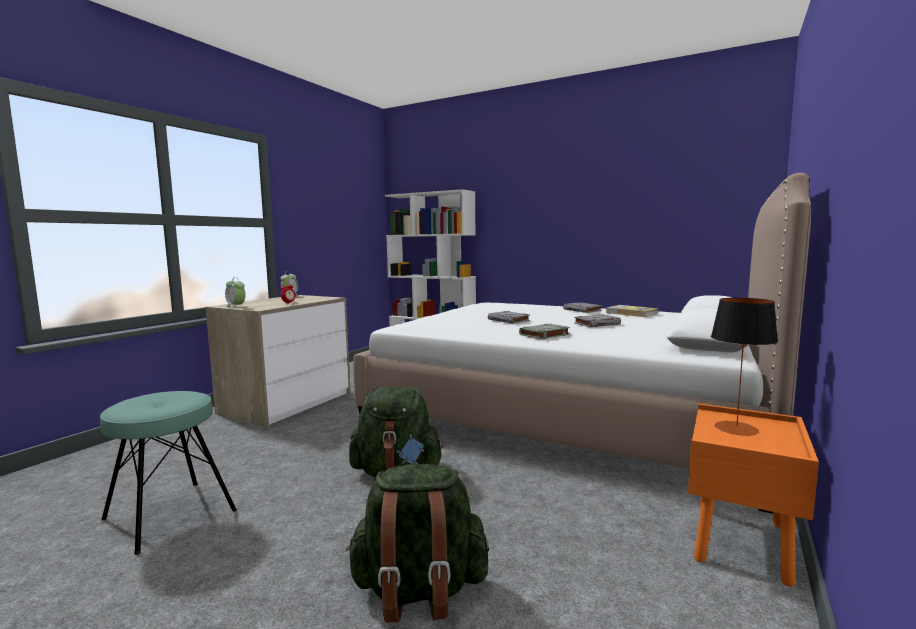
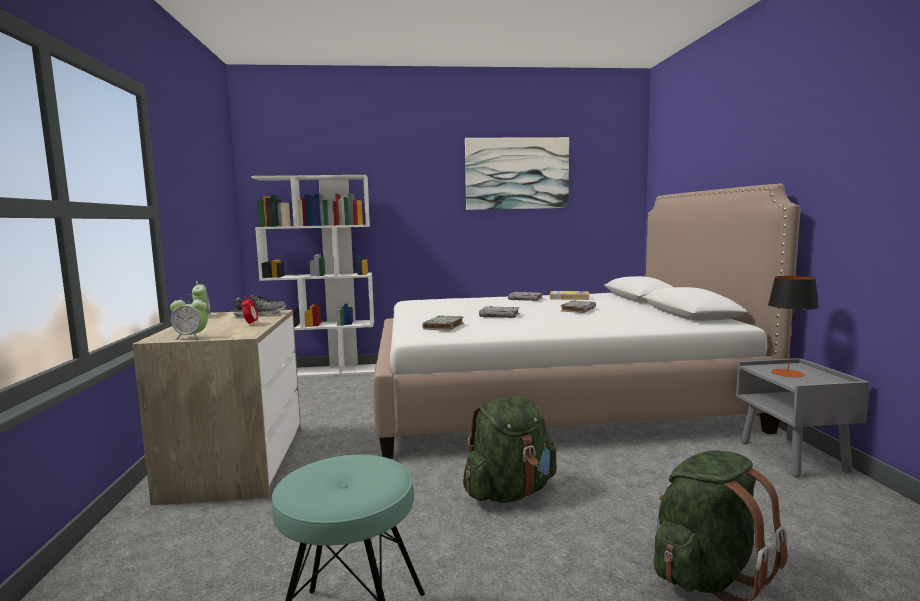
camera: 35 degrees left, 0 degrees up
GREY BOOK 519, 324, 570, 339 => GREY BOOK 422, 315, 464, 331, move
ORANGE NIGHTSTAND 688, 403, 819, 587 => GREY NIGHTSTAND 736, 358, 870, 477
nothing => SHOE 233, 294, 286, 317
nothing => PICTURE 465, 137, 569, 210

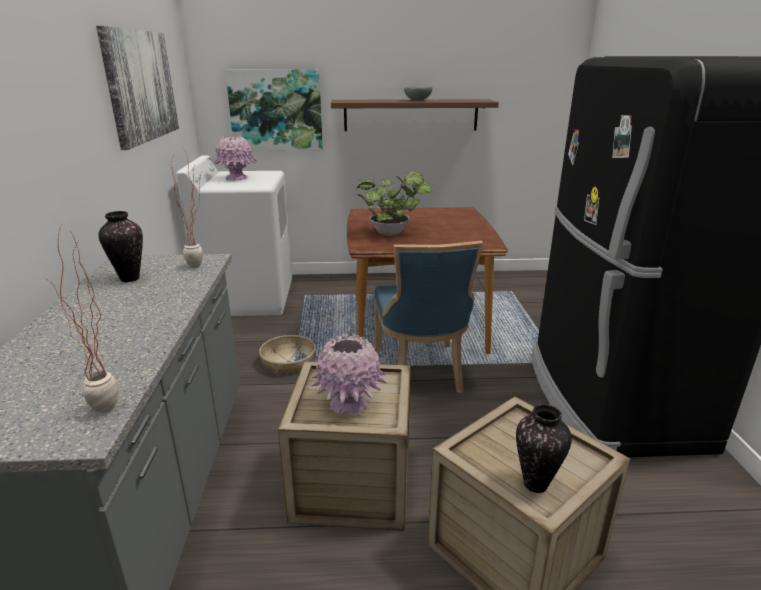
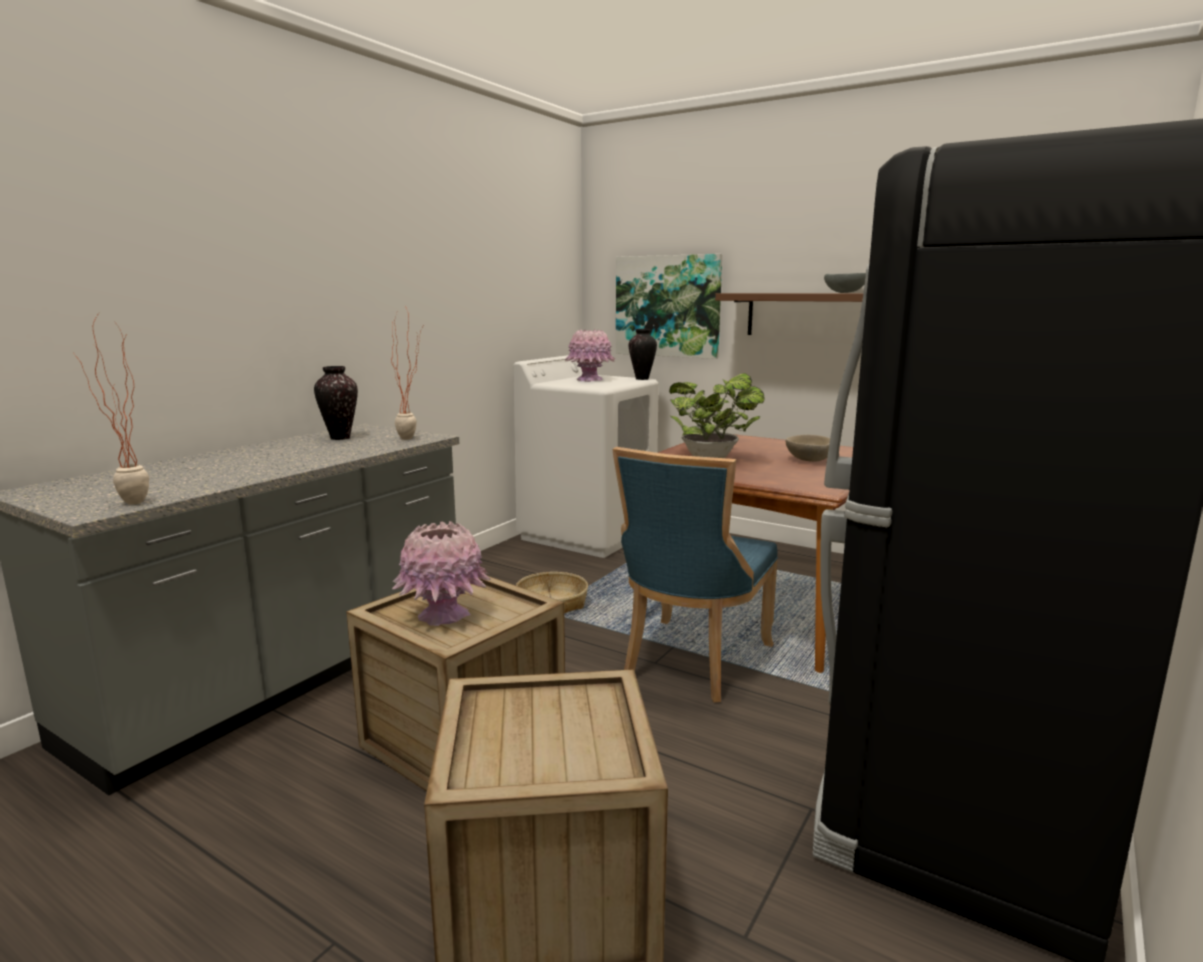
camera: 35 degrees right, 10 degrees down
PICTURE 96, 26, 179, 150 => nothing
VASE 516, 404, 572, 493 => VASE 629, 329, 657, 380, move
nothing => BEIGE BOWL 786, 435, 830, 462

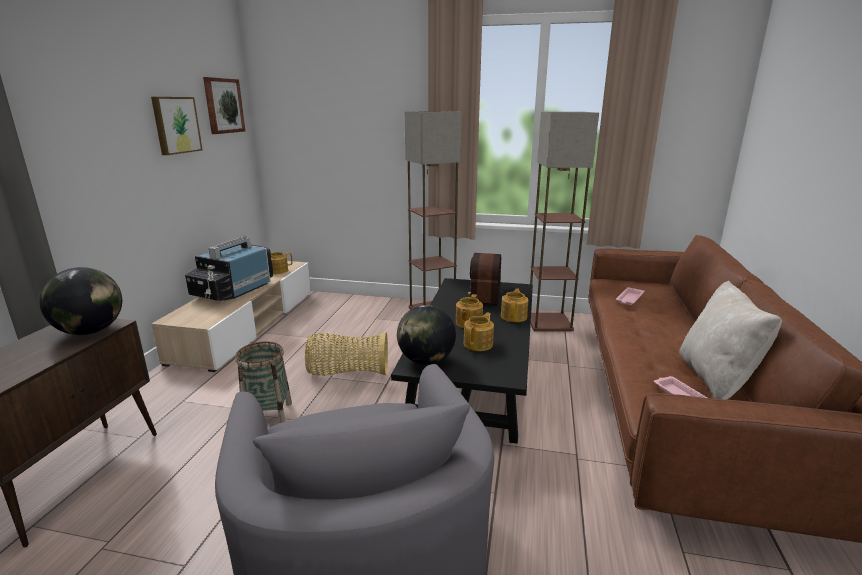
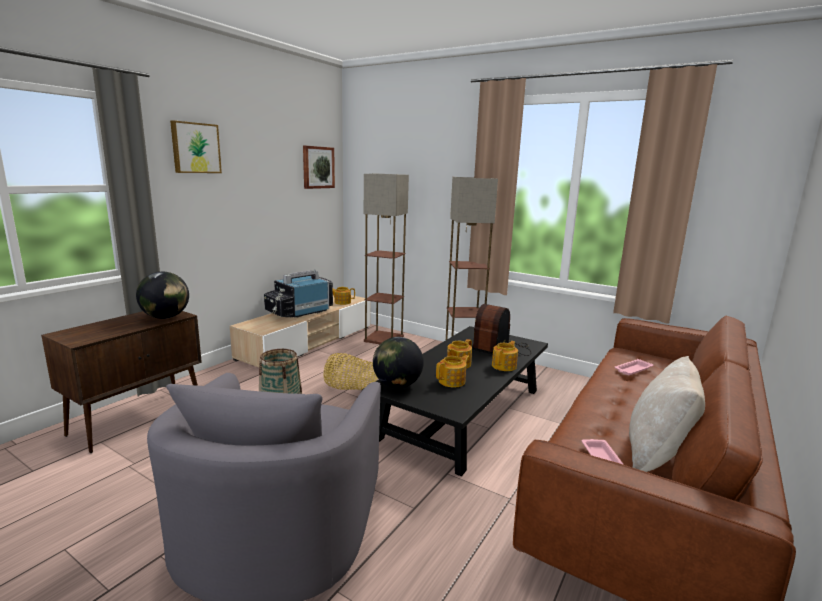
camera: 20 degrees right, 5 degrees down
PICTURE 151, 97, 203, 155 => PICTURE 170, 120, 222, 173, move
FLOOR LAMP 530, 112, 599, 332 => FLOOR LAMP 364, 174, 409, 344, move

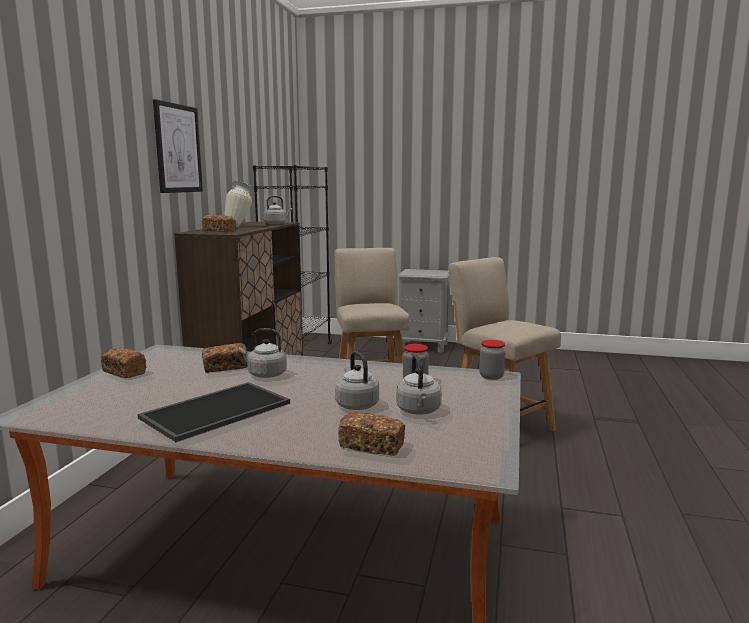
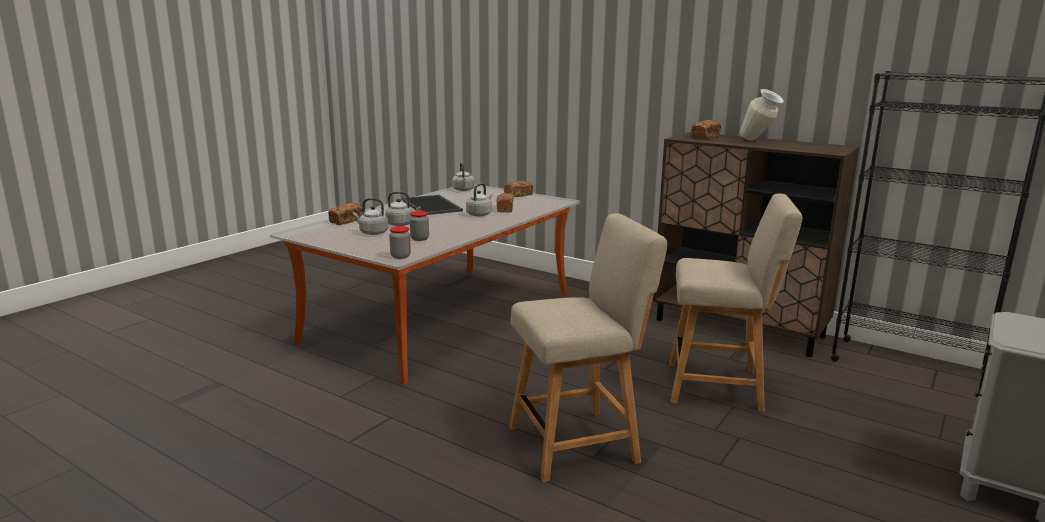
camera: 110 degrees right, 5 degrees up
PICTURE 153, 99, 203, 193 => nothing
GREY KETTLE 263, 196, 292, 225 => GREY KETTLE 452, 162, 475, 191, move

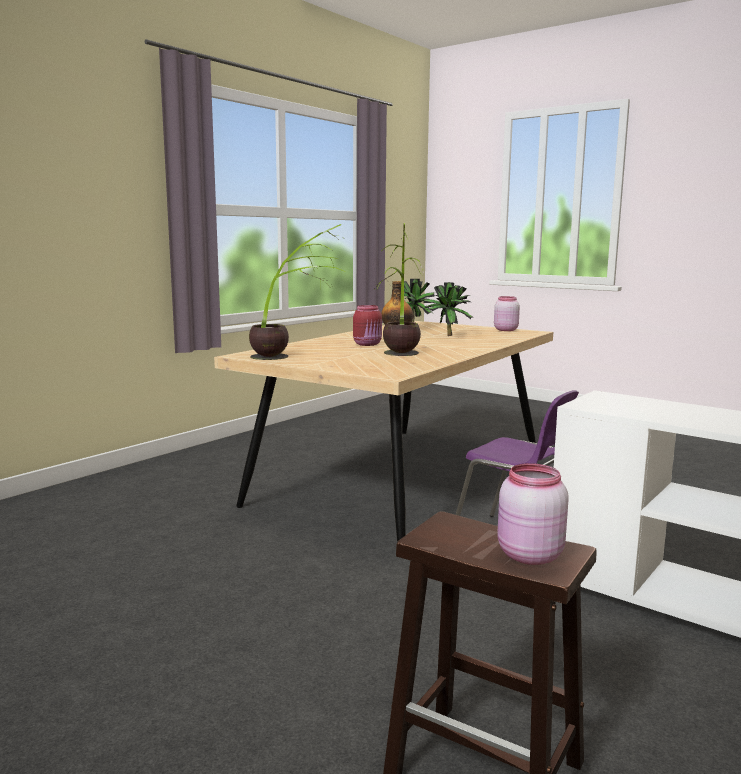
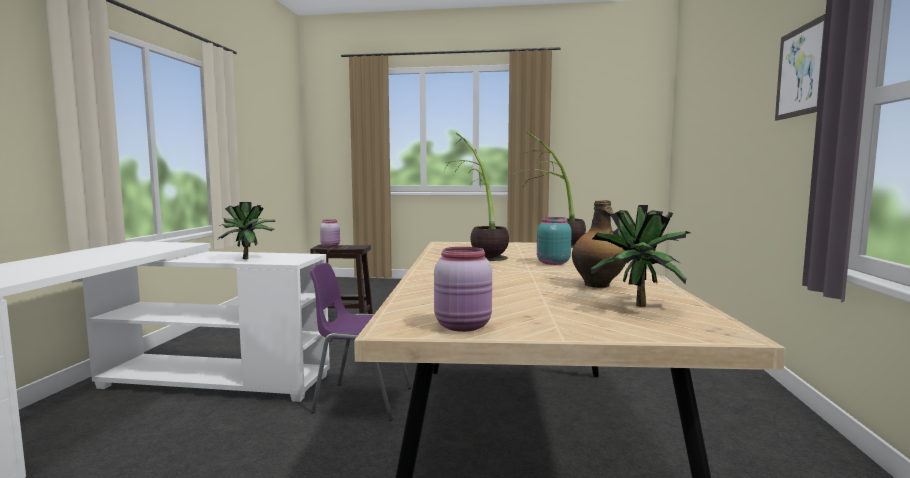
camera: 150 degrees right, 5 degrees down
RED JAR 353, 305, 382, 346 => TURQUOISE JAR 537, 217, 572, 265
POTTED PLANT 424, 282, 472, 336 => POTTED PLANT 218, 202, 276, 259, move
nothing => PICTURE 775, 14, 825, 121

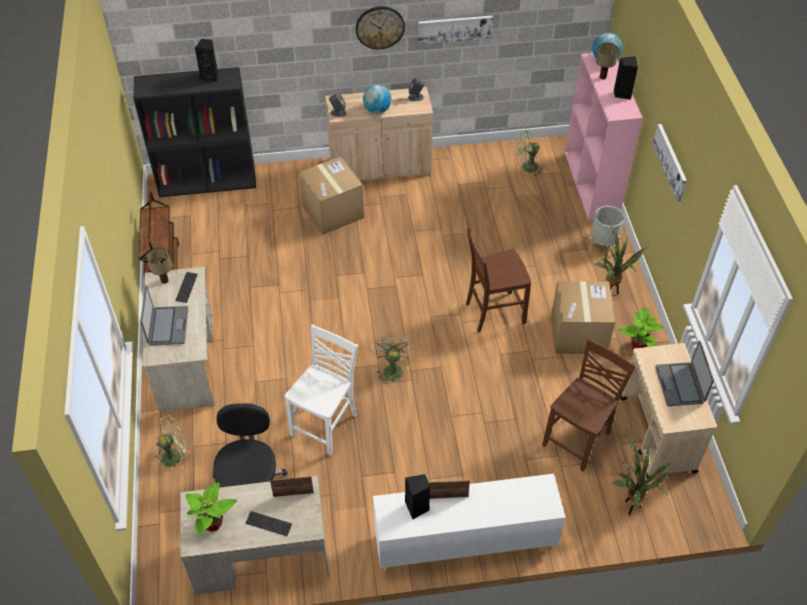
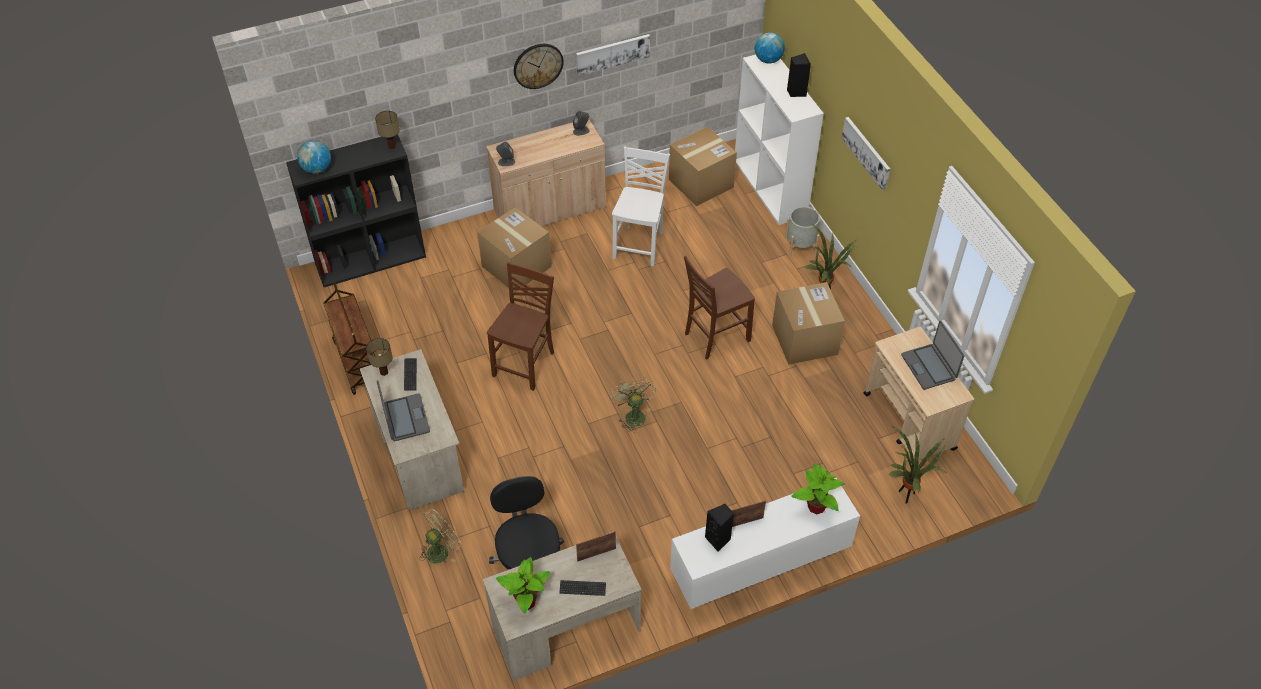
camera: 15 degrees left, 0 degrees up
BLACK SPEAKER 195, 39, 218, 82 => nothing
WHITE CHAIR 285, 324, 358, 456 => WHITE CHAIR 612, 147, 670, 267, move
GLOBE 363, 84, 392, 114 => GLOBE 297, 140, 331, 174, move
GREEN FAN 514, 130, 543, 176 => CARDBOARD BOX 669, 127, 737, 206
BROWN CHAIR 542, 338, 636, 471 => BROWN CHAIR 487, 262, 554, 391, move
PINK BOOKCASE 565, 53, 643, 221 => WHITE BOOKCASE 735, 54, 824, 225
TABLE LAMP 596, 43, 619, 79 => TABLE LAMP 375, 111, 400, 149, move
POTTED PLANT 618, 308, 665, 349 => POTTED PLANT 791, 464, 845, 514, move

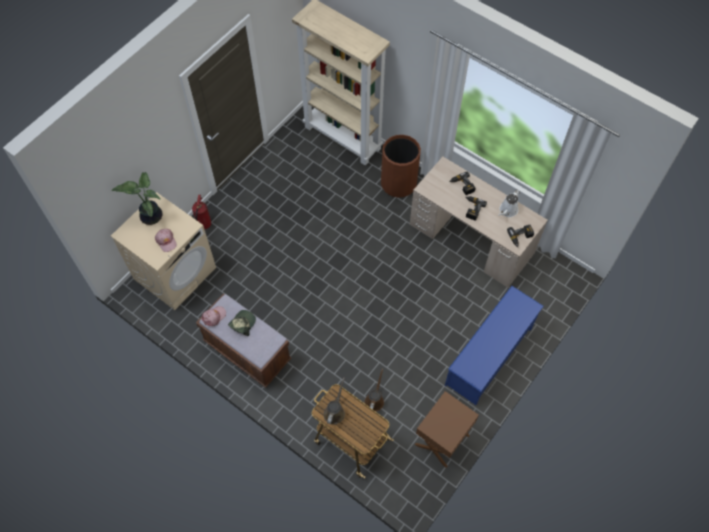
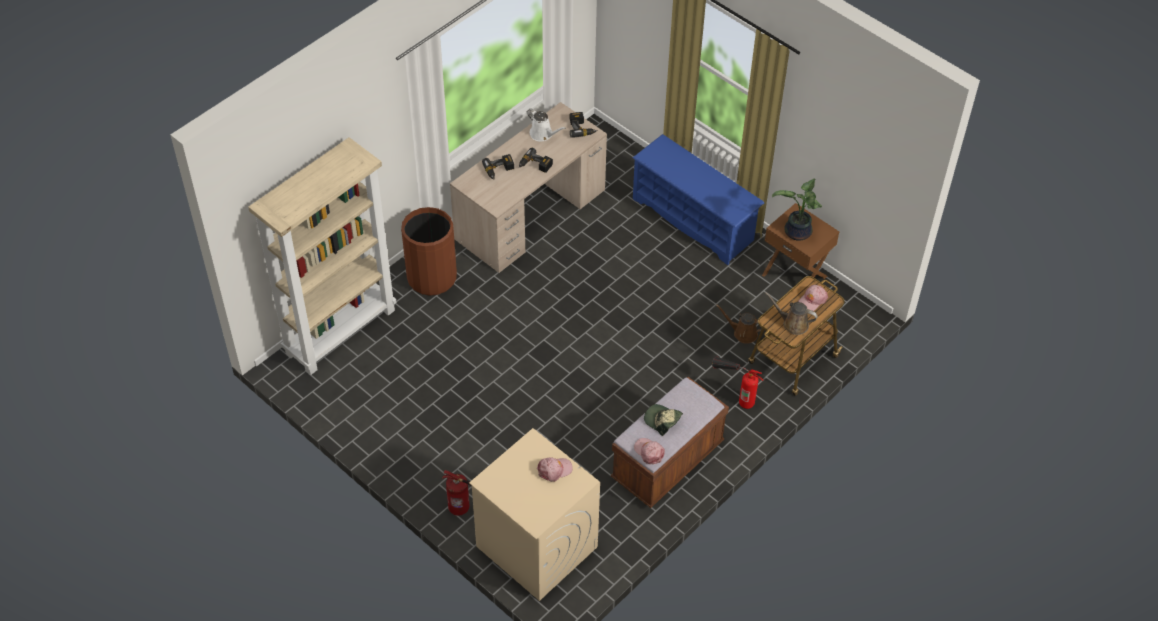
camera: 85 degrees left, 10 degrees down
POTTED PLANT 111, 172, 162, 225 => POTTED PLANT 772, 178, 822, 241, move
nothing => FIRE EXTINGUISHER 712, 356, 764, 409
nothing => PINK CAP 798, 285, 828, 311

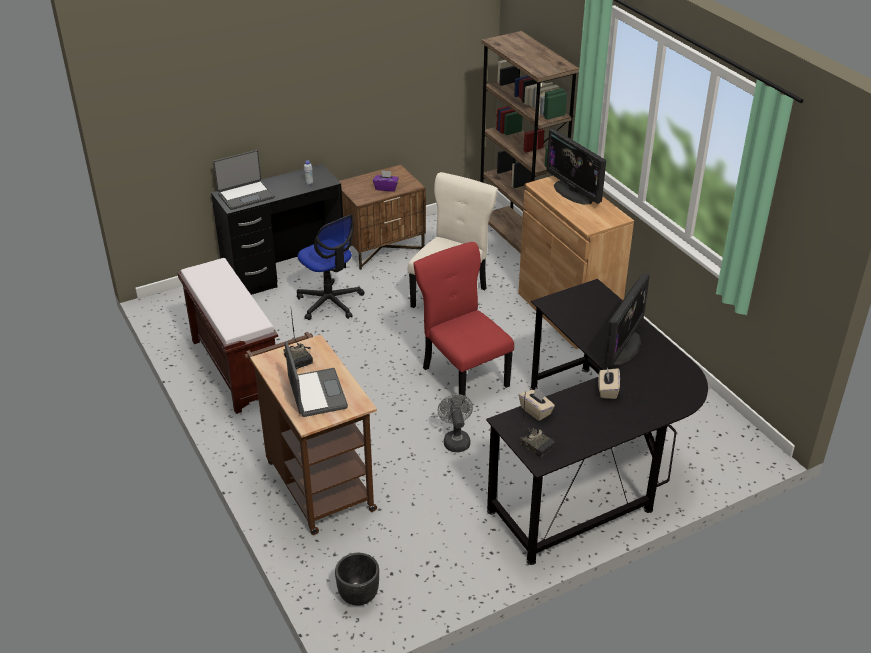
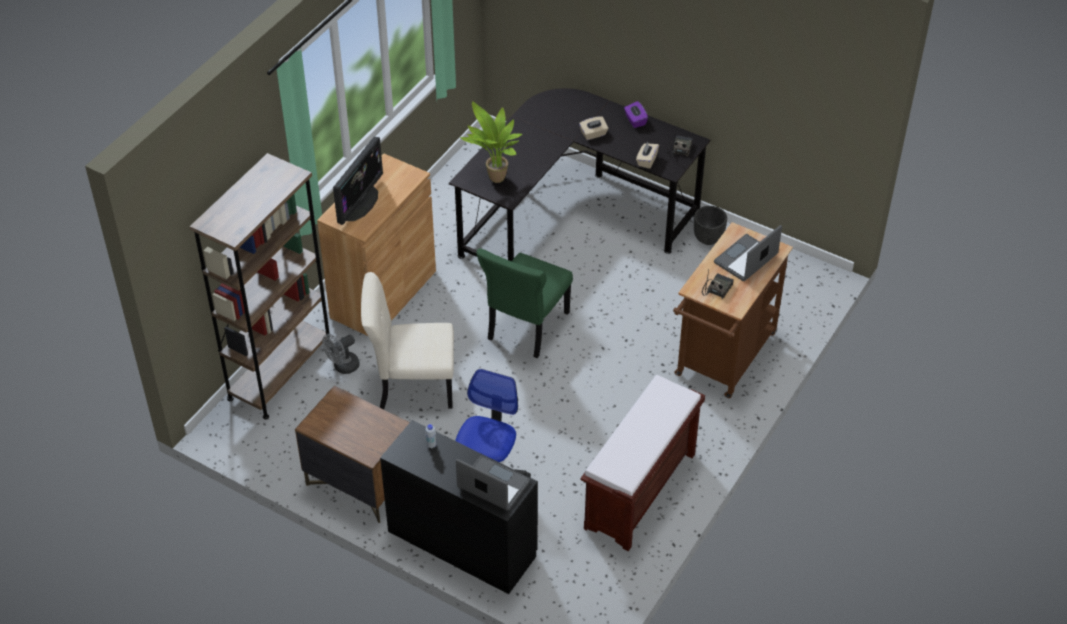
camera: 120 degrees left, 10 degrees up
BLACK PLANTER 335, 553, 379, 606 => BLACK PLANTER 694, 206, 727, 245, move
PURPLE TISSUE BOX 373, 170, 399, 192 => PURPLE TISSUE BOX 624, 101, 648, 128, move
RED CHAIR 413, 242, 514, 406 => GREEN CHAIR 476, 249, 573, 358
GREY FAN 438, 394, 473, 452 => GREY FAN 322, 334, 360, 374, move
MONITOR 604, 274, 650, 367 => nothing
nothing => POTTED PLANT 460, 101, 522, 183

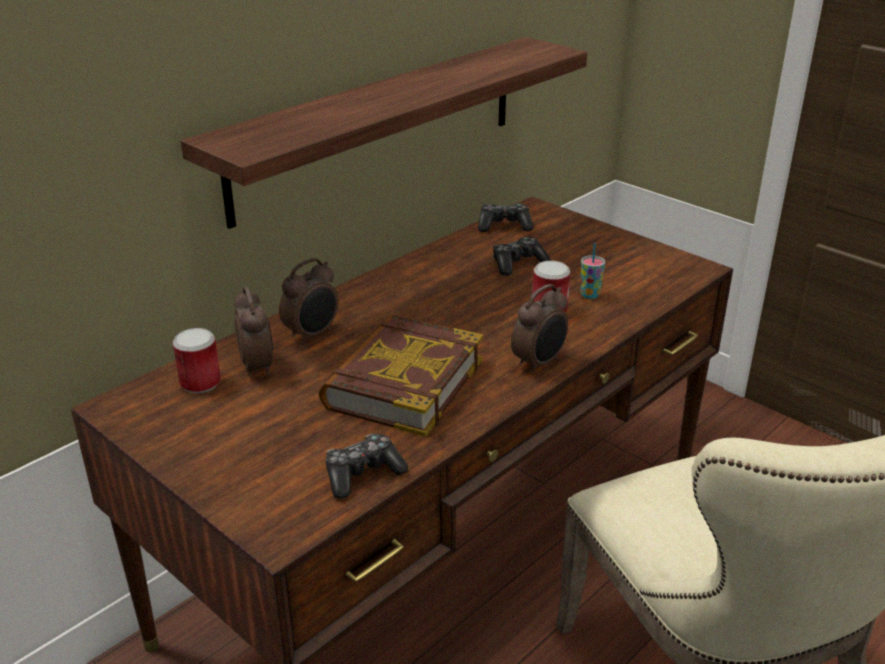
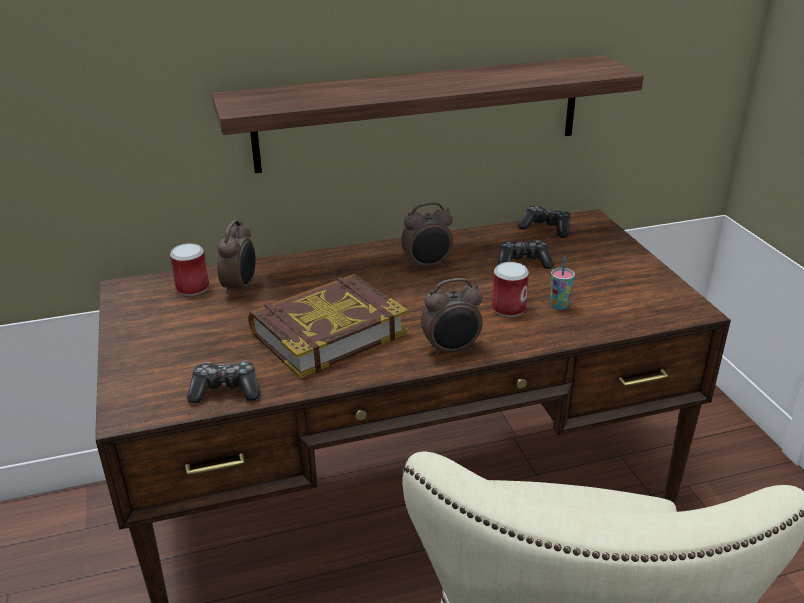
camera: 30 degrees right, 0 degrees up
ALARM CLOCK 279, 258, 339, 344 => ALARM CLOCK 401, 202, 453, 271, move

